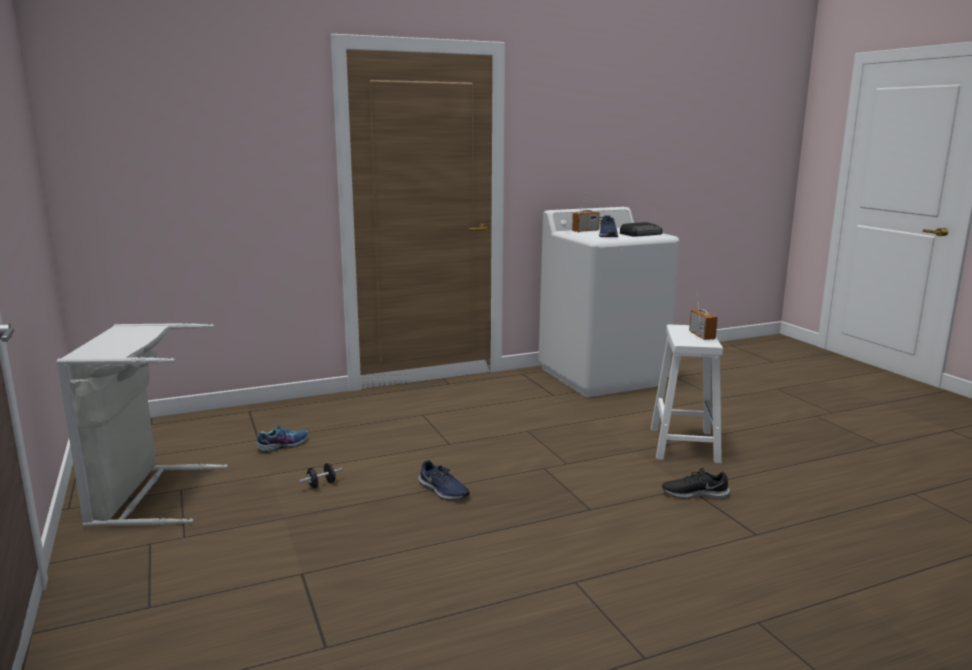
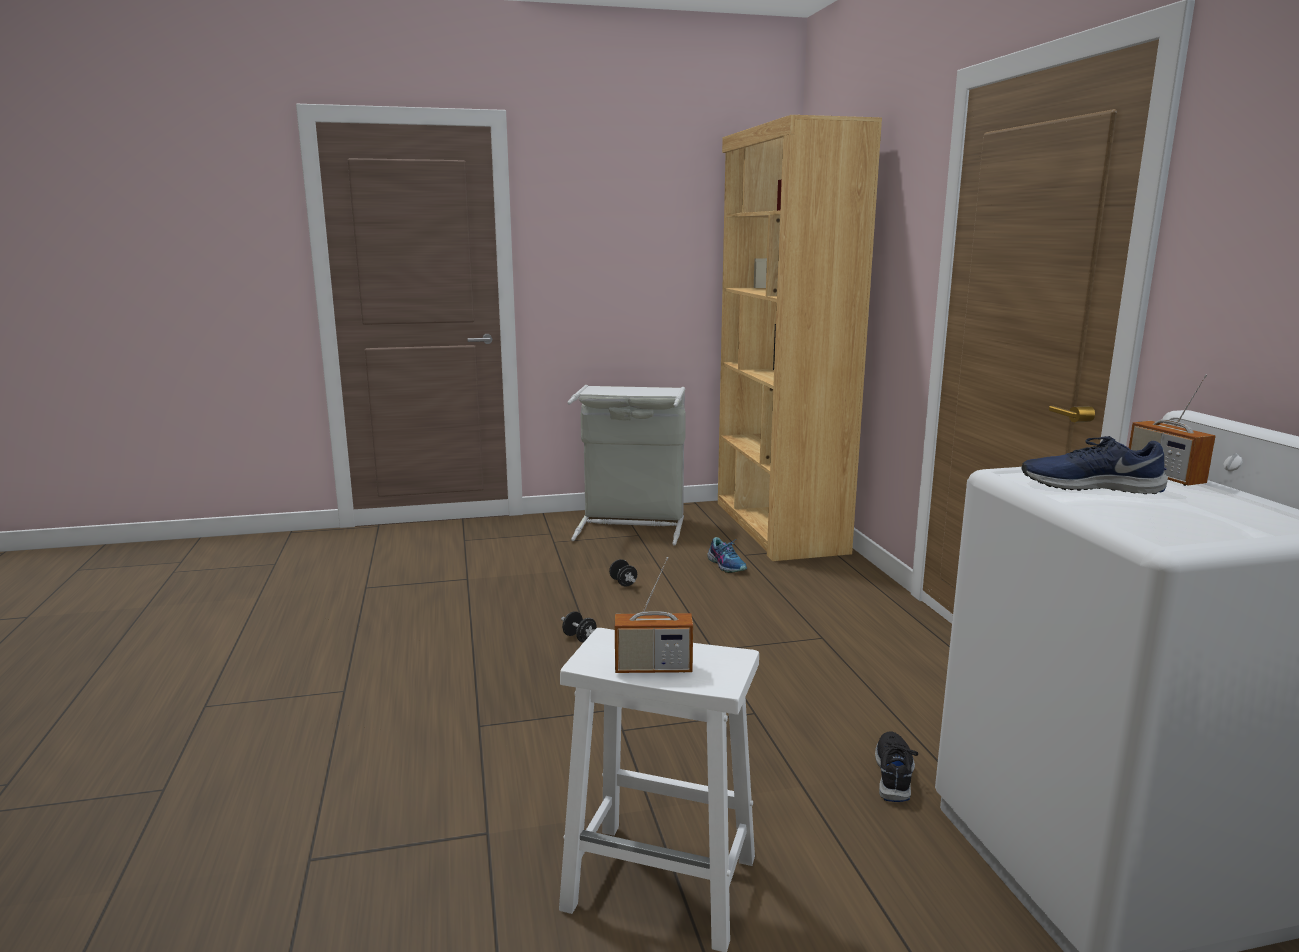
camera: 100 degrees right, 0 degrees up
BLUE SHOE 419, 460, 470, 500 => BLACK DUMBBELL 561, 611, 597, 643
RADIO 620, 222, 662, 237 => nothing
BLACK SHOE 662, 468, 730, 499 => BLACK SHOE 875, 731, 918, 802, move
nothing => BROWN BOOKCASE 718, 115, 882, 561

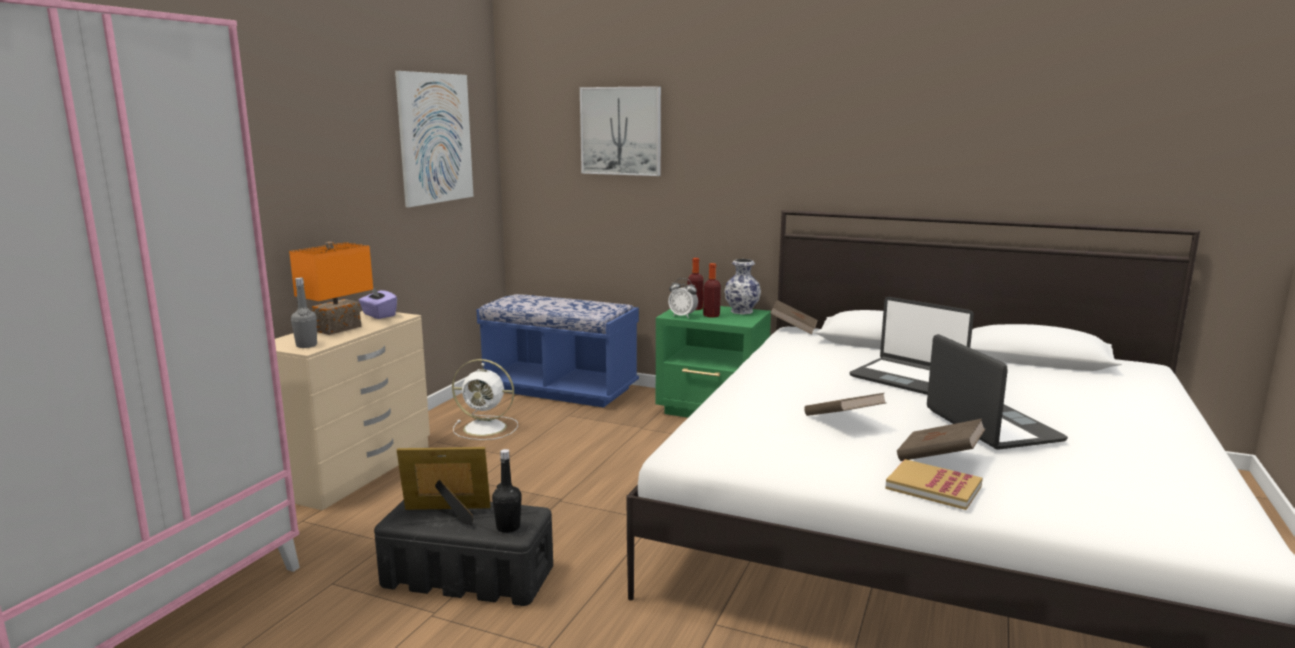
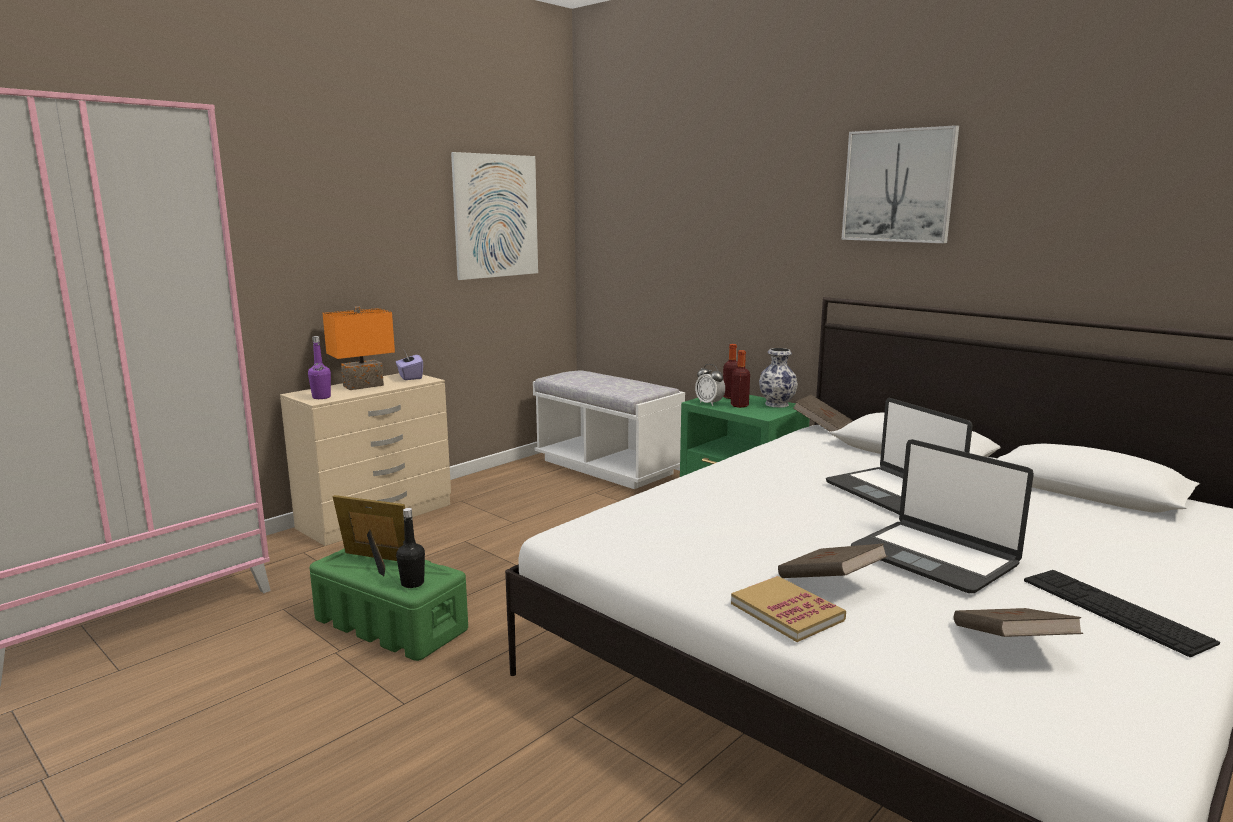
camera: 20 degrees right, 0 degrees up
GREY BOTTLE 291, 278, 317, 348 => PURPLE BOTTLE 308, 336, 331, 399
BLACK STORAGE BOX 374, 500, 553, 606 => GREEN STORAGE BOX 310, 548, 468, 661
WHITE FAN 452, 359, 518, 440 => nothing
BLUE BENCH 476, 294, 639, 408 => WHITE BENCH 533, 370, 685, 489
PICTURE 580, 86, 661, 176 => PICTURE 841, 125, 959, 243, move
BROWN BOOK 804, 393, 886, 416 => BROWN BOOK 954, 608, 1083, 637, move
LAPTOP 927, 334, 1068, 450 => LAPTOP 851, 439, 1034, 593, 135 degrees clockwise
nothing => KEYBOARD 1024, 570, 1220, 657

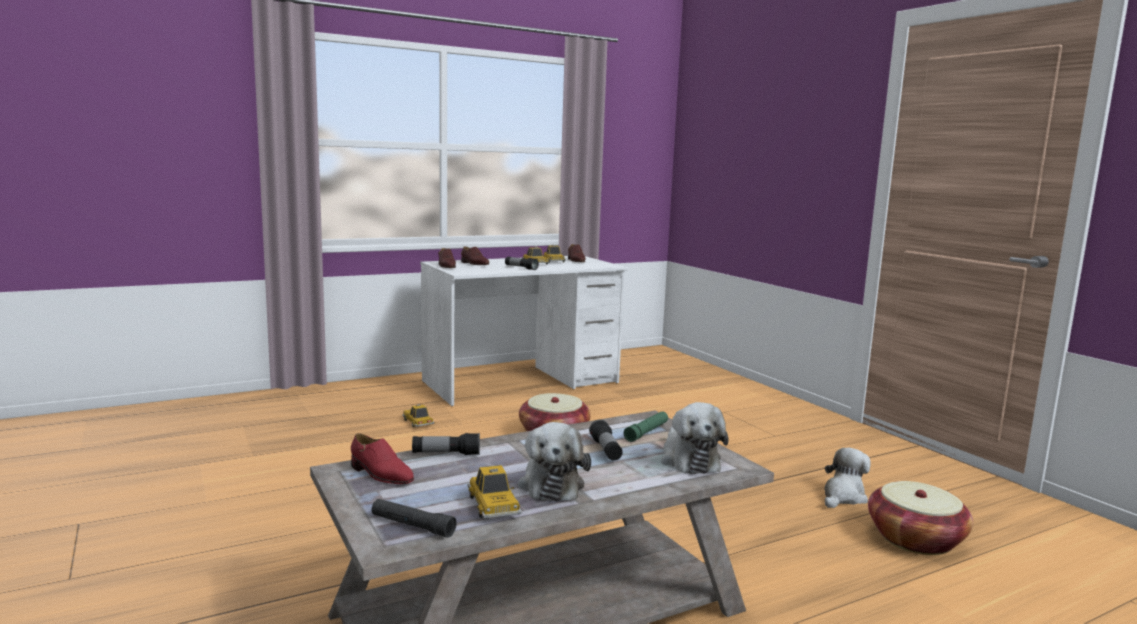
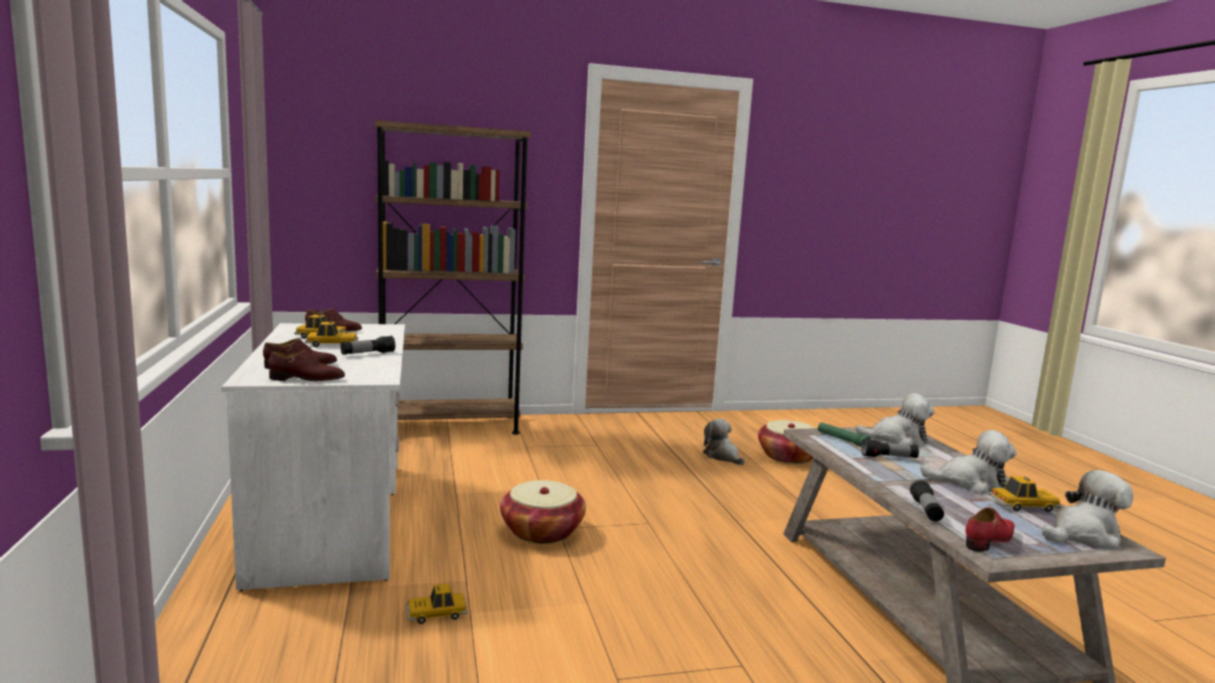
camera: 75 degrees left, 0 degrees up
BLACK FLASHLIGHT 372, 499, 457, 538 => PLUSH TOY 1042, 470, 1133, 549
nothing => BROWN BOOKCASE 374, 120, 531, 435

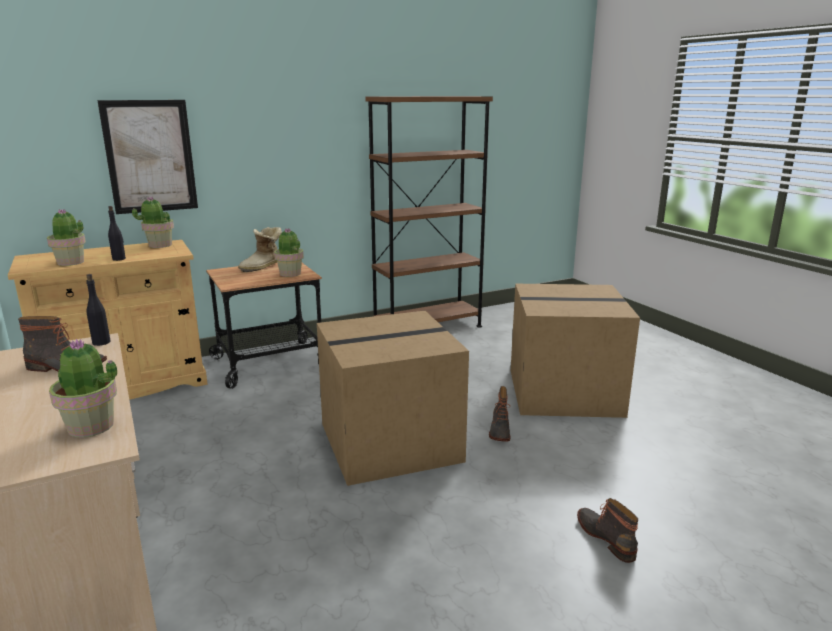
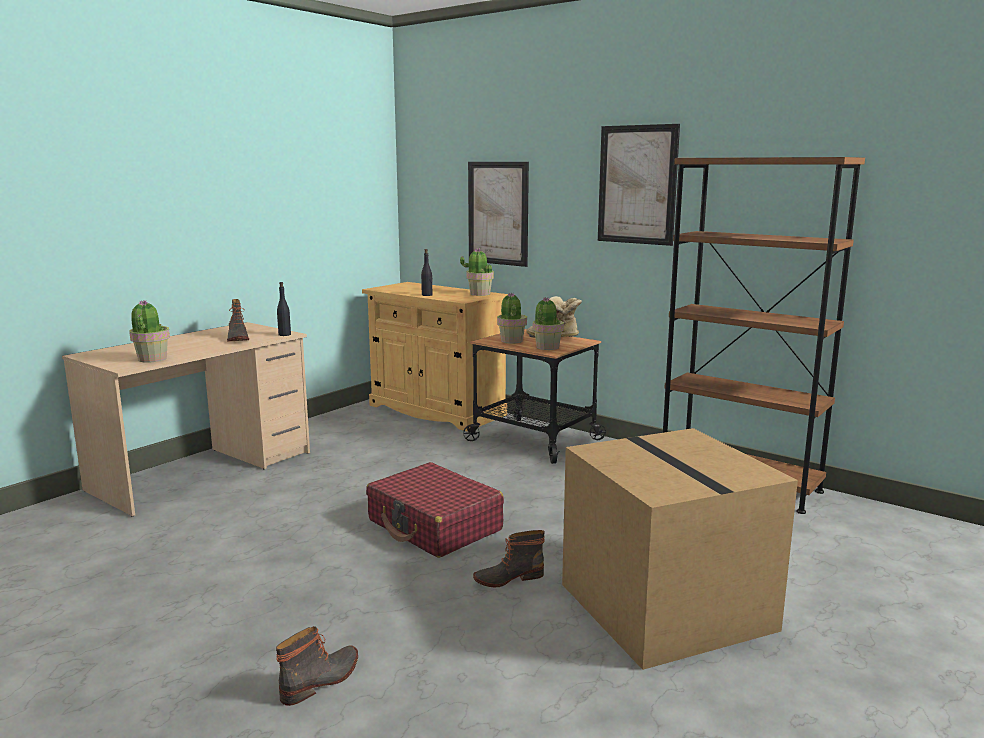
camera: 65 degrees right, 5 degrees down
POTTED PLANT 47, 209, 86, 266 => POTTED PLANT 497, 293, 527, 344, move
CARDBOARD BOX 317, 311, 469, 486 => RED SUITCASE 366, 462, 504, 558
nothing => PICTURE 598, 124, 680, 246

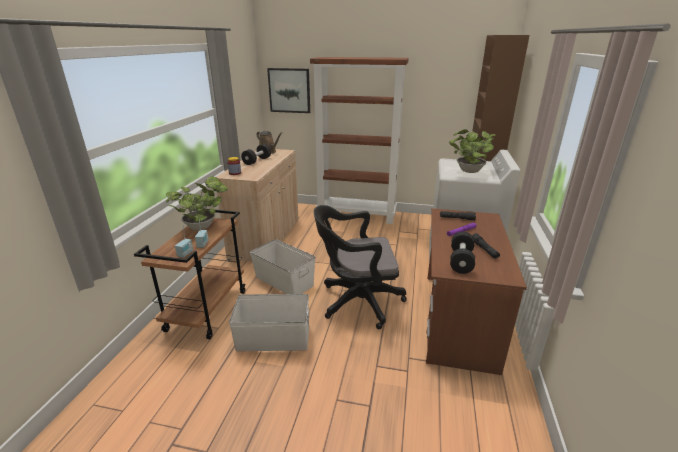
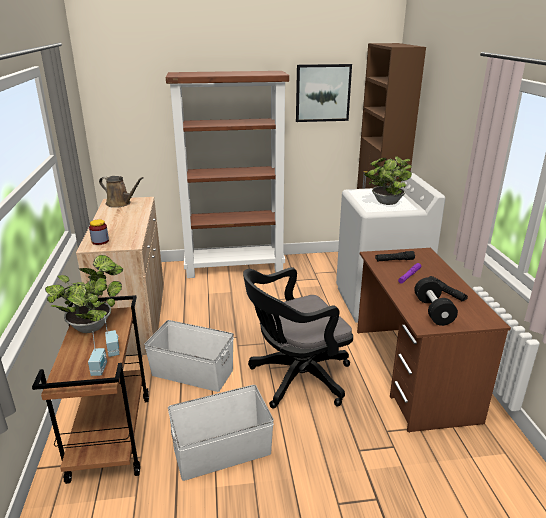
camera: 20 degrees left, 0 degrees up
BLACK DUMBBELL 241, 144, 271, 165 => nothing
PICTURE 267, 68, 310, 113 => PICTURE 296, 64, 352, 122, move

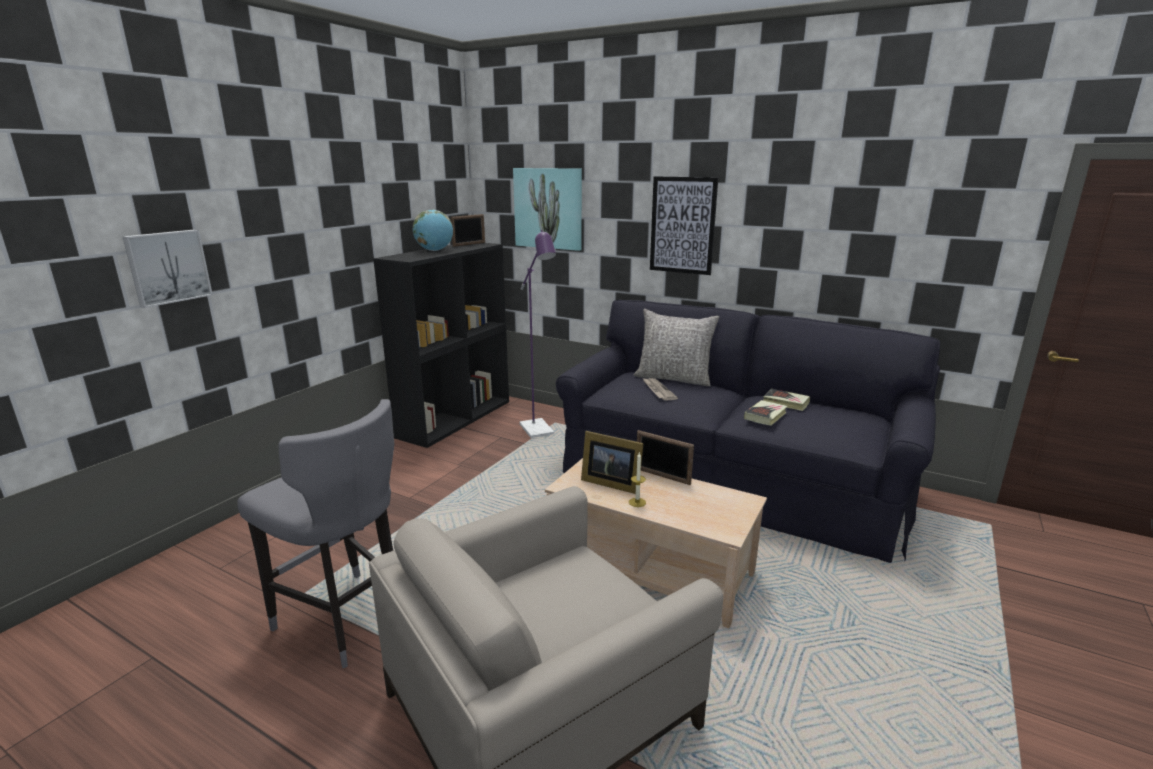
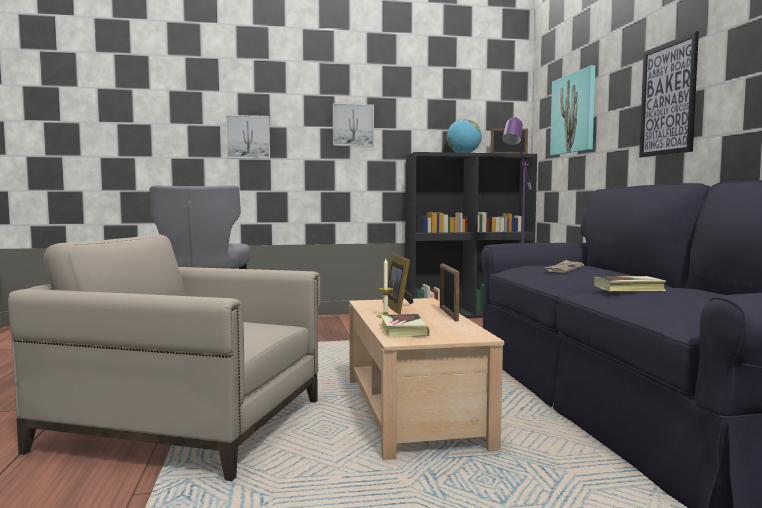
camera: 50 degrees right, 15 degrees down
GREY PILLOW 634, 309, 719, 386 => nothing
BOOK 763, 389, 810, 411 => BOOK 380, 314, 430, 337, move
nothing => PICTURE 333, 103, 374, 146

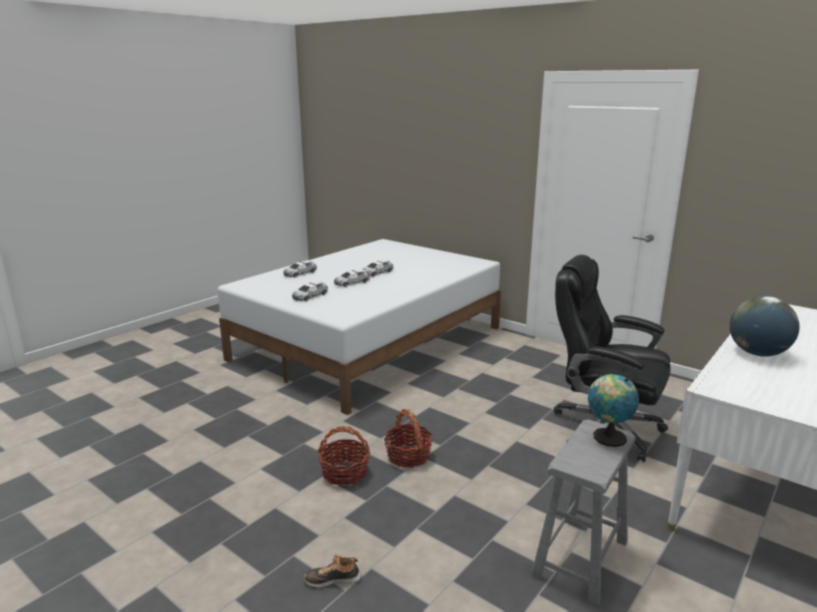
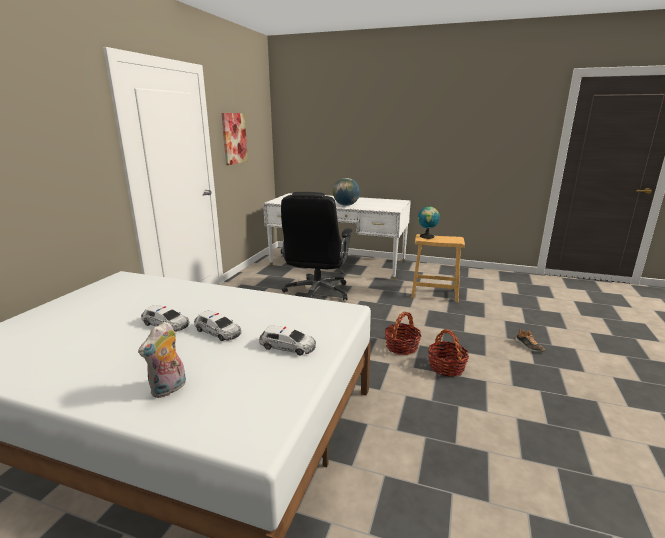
camera: 110 degrees left, 0 degrees up
TOY CAR 283, 260, 317, 277 => PLUSH TOY 138, 322, 186, 398
GREY STOOL 531, 420, 636, 606 => BROWN STOOL 411, 234, 465, 302
nothing => PICTURE 221, 113, 248, 165

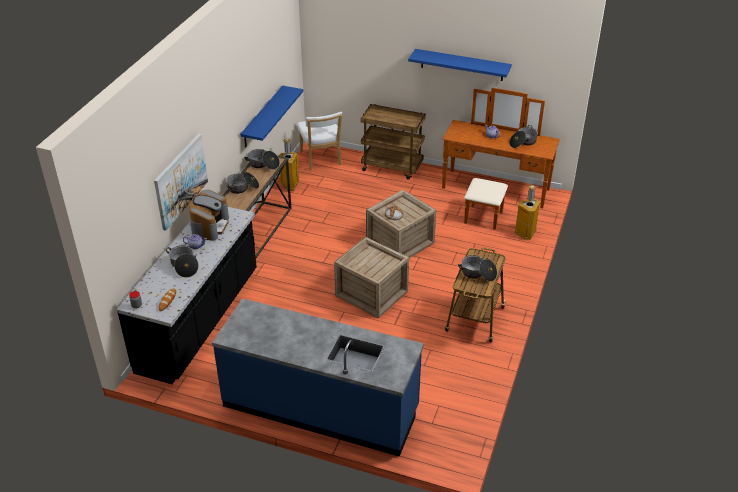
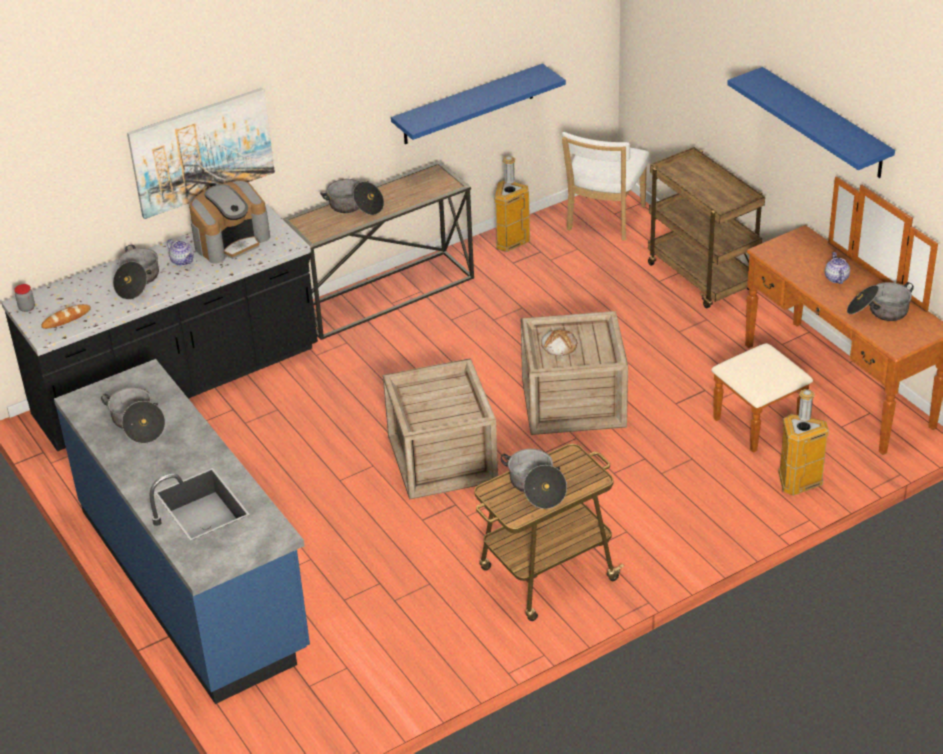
camera: 40 degrees right, 0 degrees up
COOKING POT 244, 149, 280, 170 => COOKING POT 101, 387, 165, 444, move

